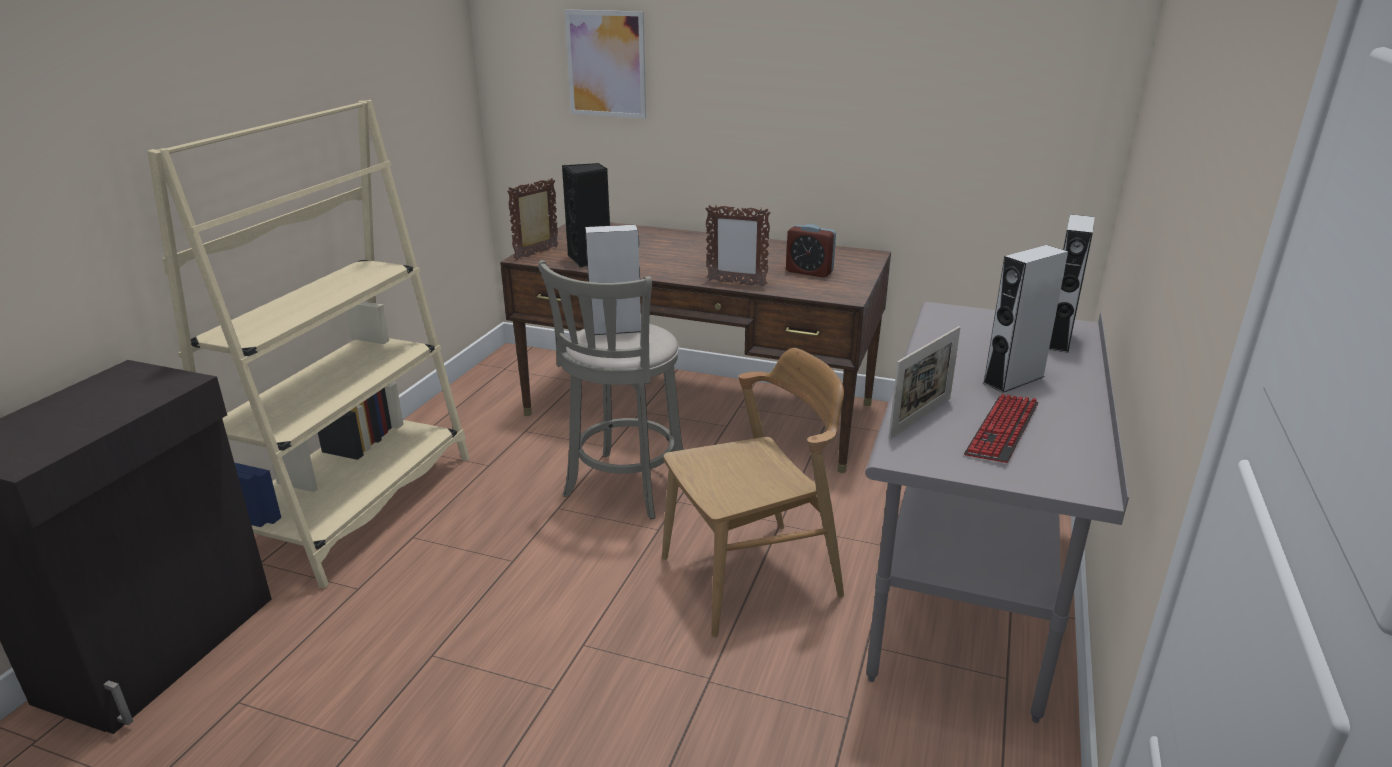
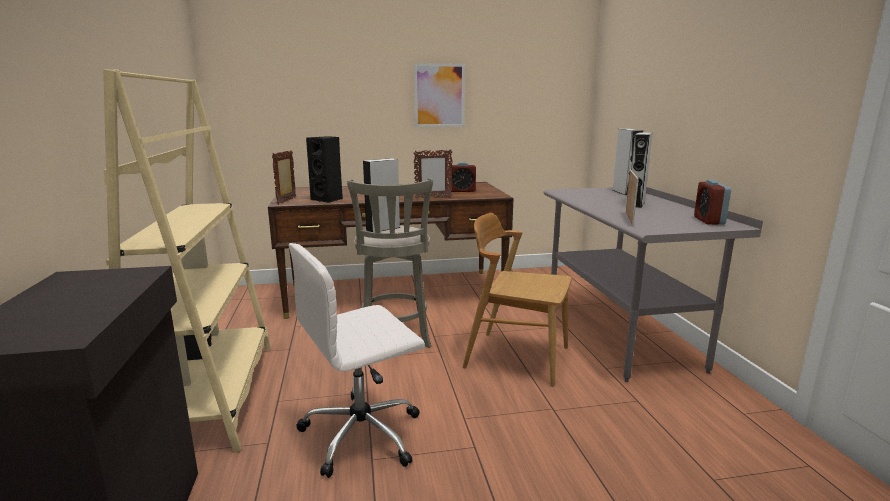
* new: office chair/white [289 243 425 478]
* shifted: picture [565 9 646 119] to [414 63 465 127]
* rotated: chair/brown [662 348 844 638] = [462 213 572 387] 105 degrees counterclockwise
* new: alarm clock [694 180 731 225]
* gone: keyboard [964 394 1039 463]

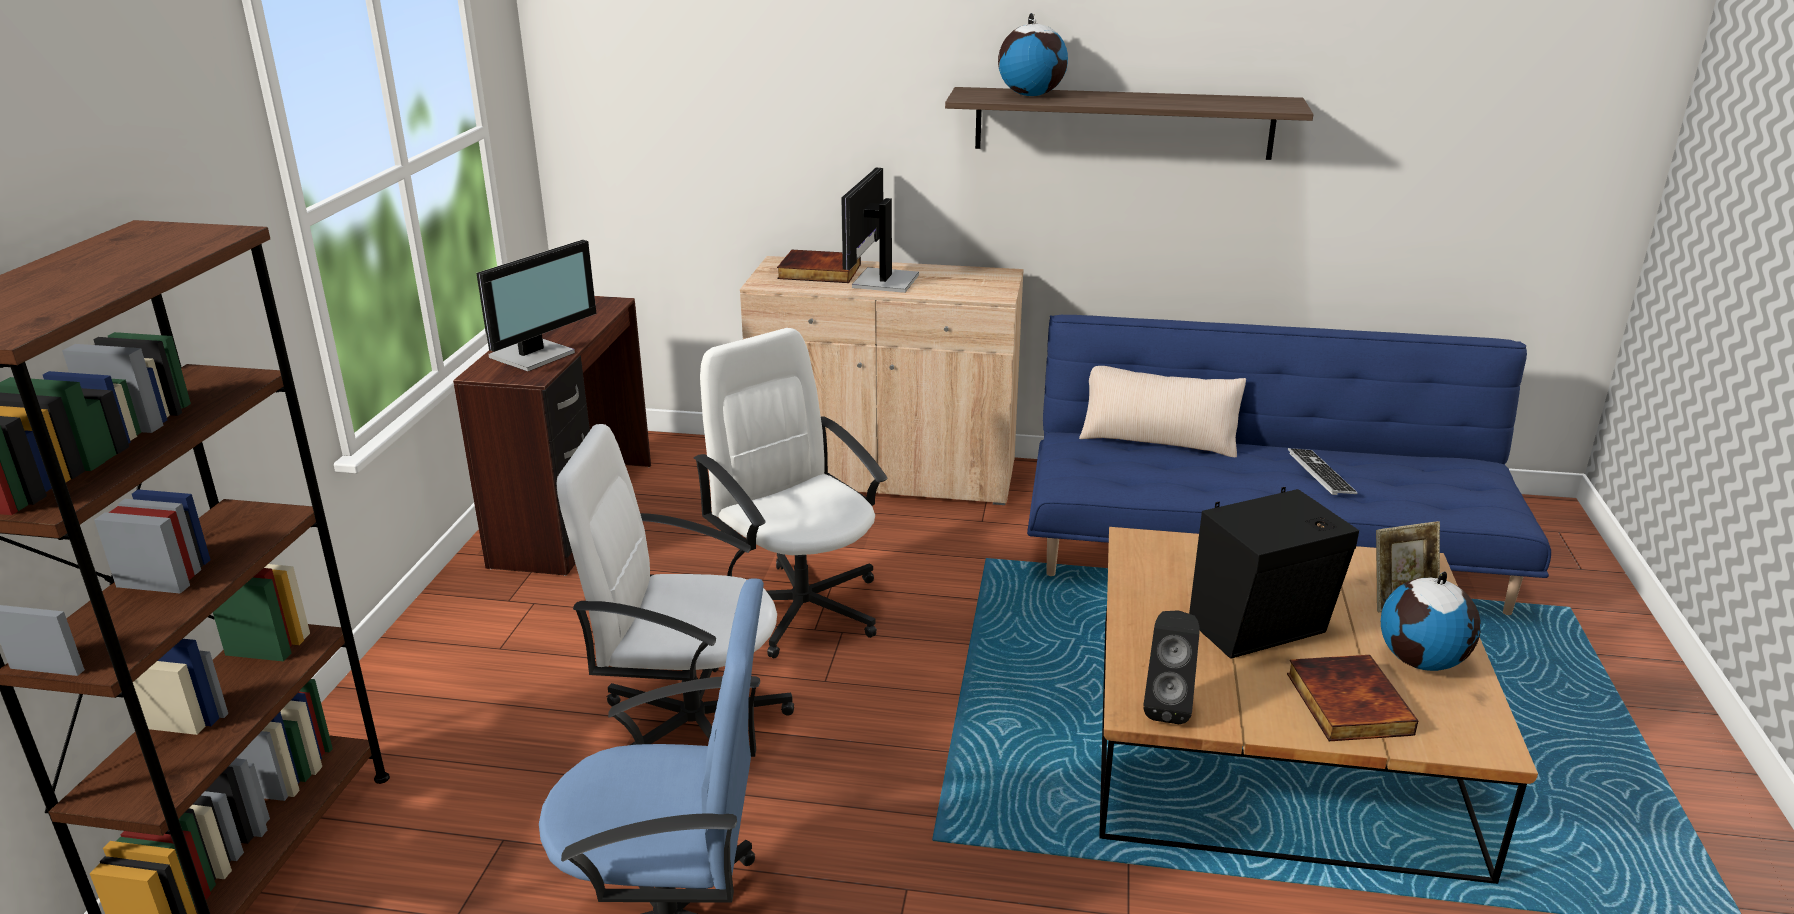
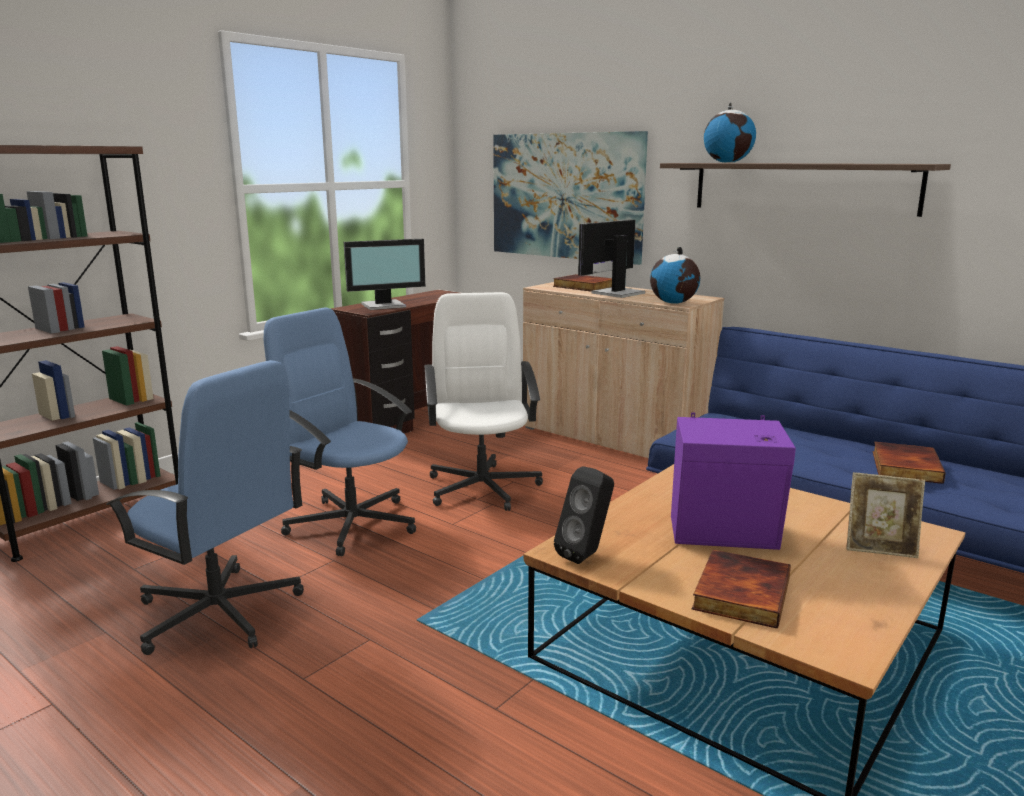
* repainted: office chair/white [556 424 794 745] to office chair/blue [264 307 416 556]
* new: picture [493 131 648 265]
* shifted: globe [1381 571 1481 671] to [650 247 700 304]
* repainted: speaker/black [1189 487 1359 659] to speaker/purple [671 413 796 550]
* swapped: keyboard [1288 448 1358 495] to book [873 442 946 484]
* gone: pillow/beige [1079 366 1246 457]

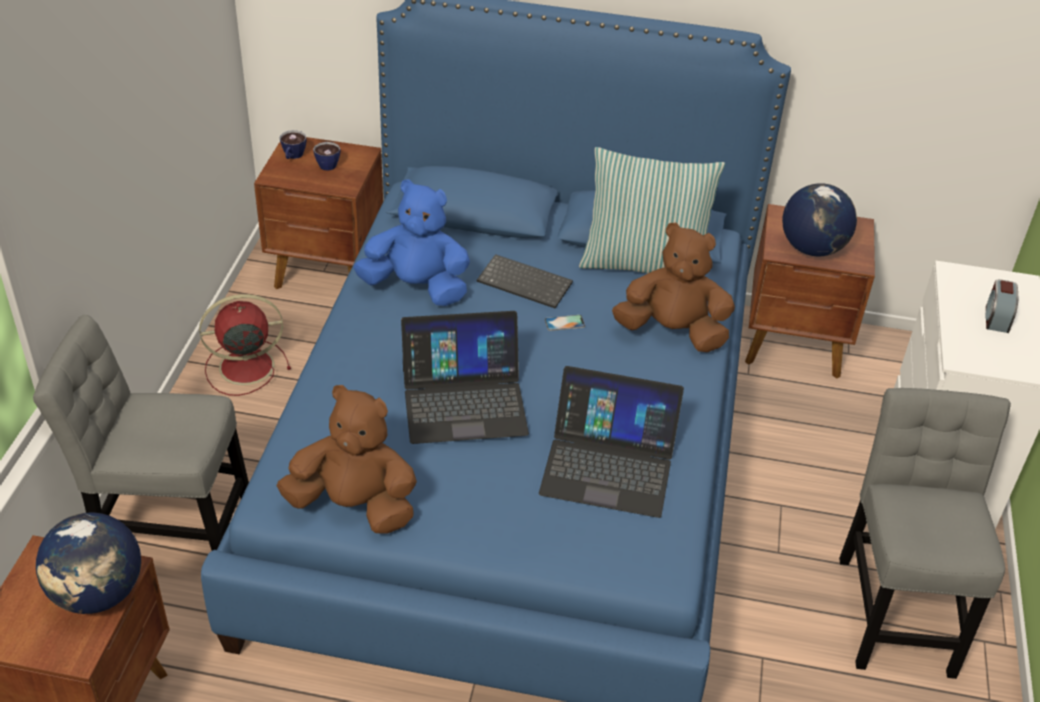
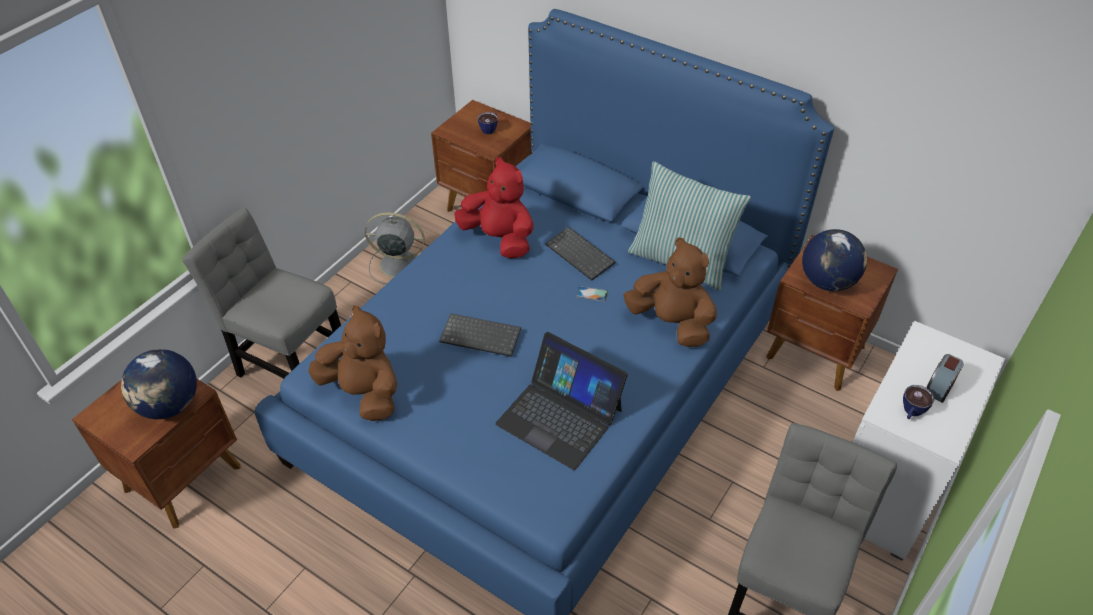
* repainted: fan/red [199 294 291 396] to fan/grey [365 212 425 284]
* swapped: laptop [401 311 529 444] to keyboard [439 313 521 357]
* repainted: plush toy/blue [353 179 470 306] to plush toy/red [454 157 534 259]
* shifted: cup [279 130 306 159] to [903 385 935 419]

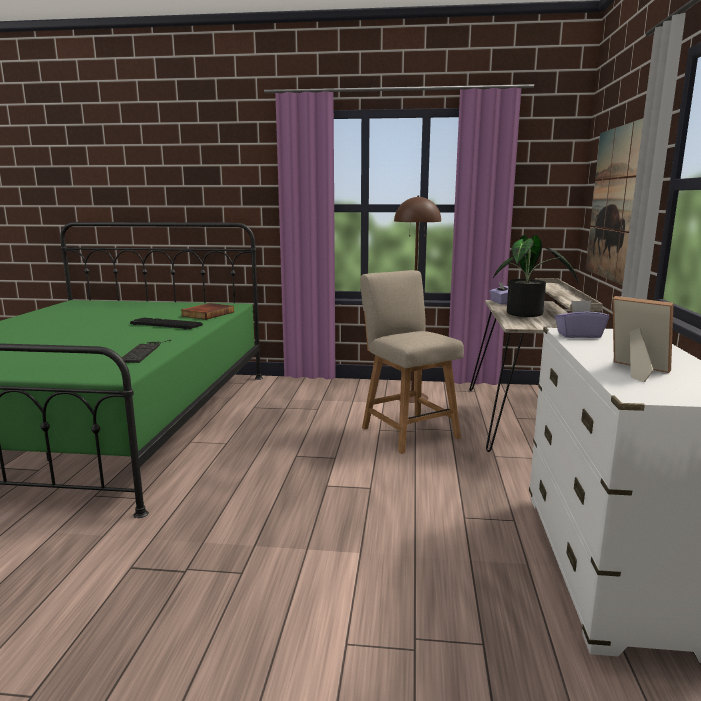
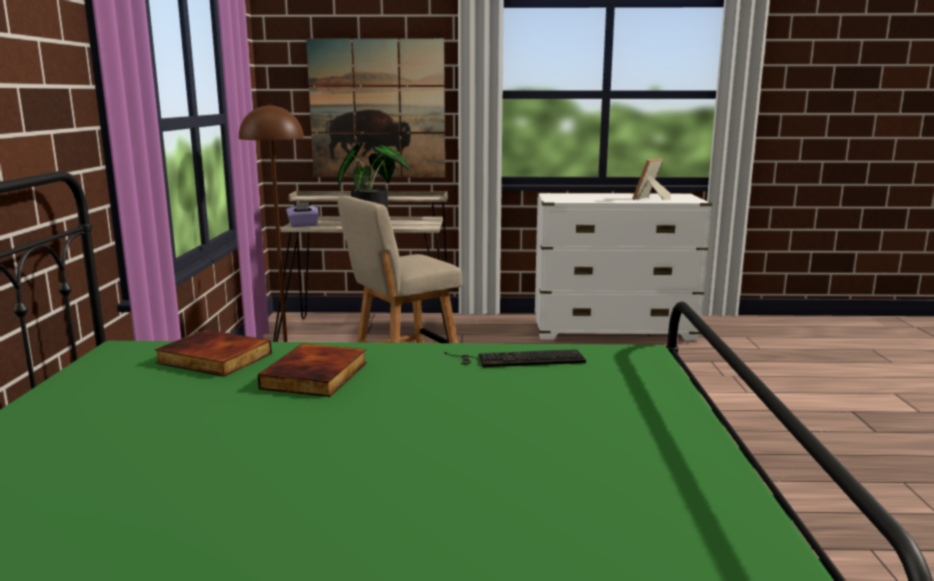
* swapped: keyboard [130 318 203 330] to book [258 344 367 397]
* gone: tissue box/purple [555 300 609 338]

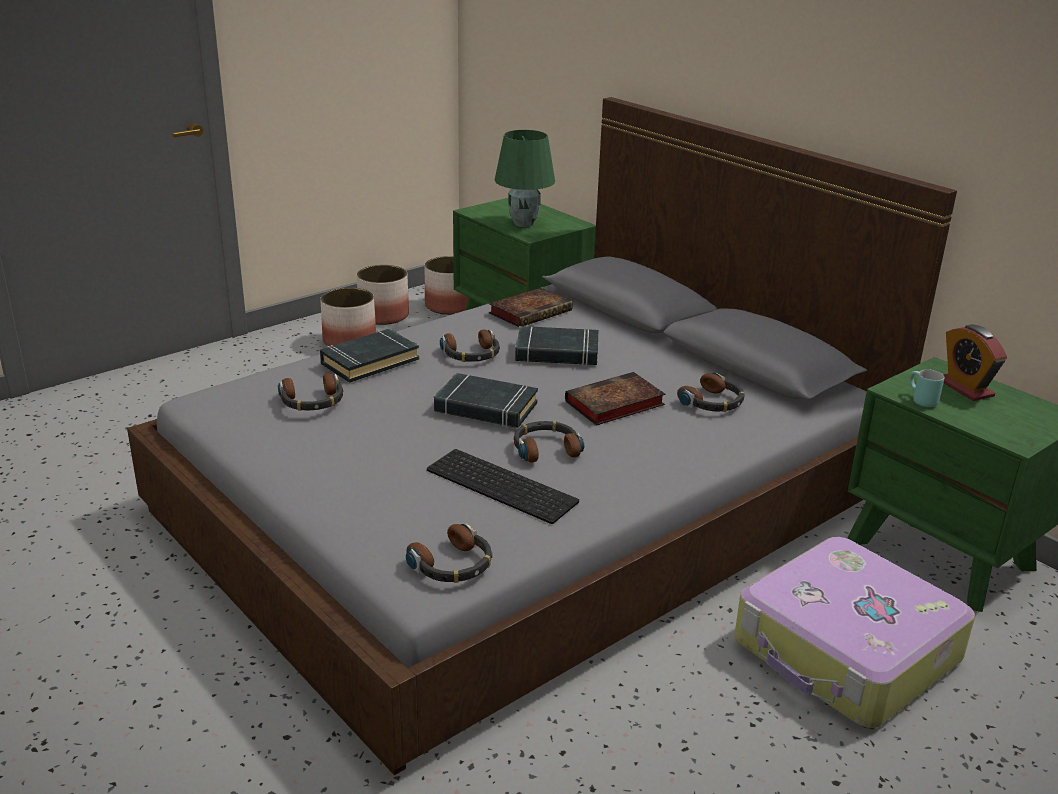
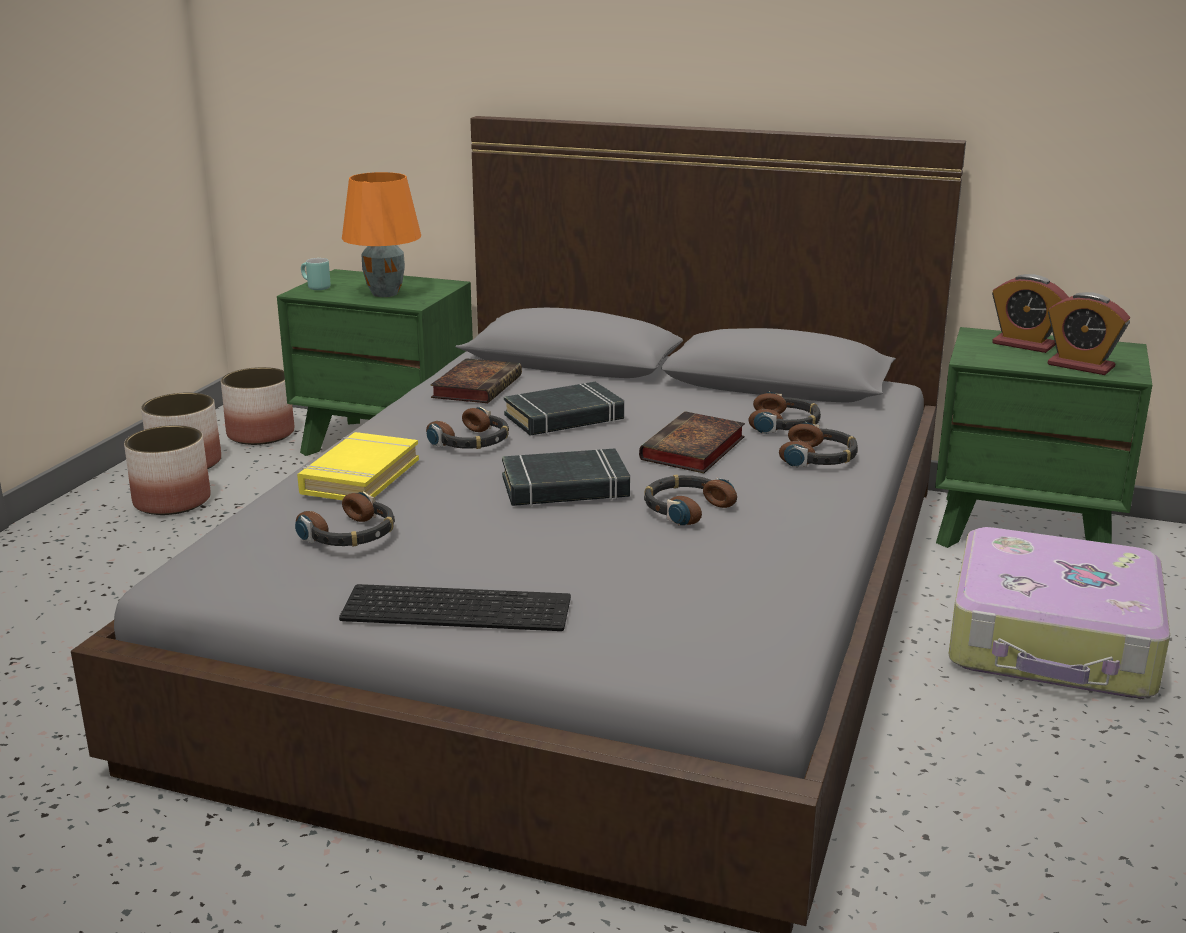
* repainted: book/black [320 329 419 383] to book/yellow [297 432 419 500]
* shifted: mug/turquoise [909 369 944 407] to [301 258 331 290]
* shifted: keyboard [427 449 579 524] to [339 584 571 631]
* repainted: table lamp/green [495 130 555 227] to table lamp/orange [342 172 421 297]
* shifted: headphones [406 524 492 583] to [779 422 858 467]
* new: alarm clock [1048 292 1130 375]

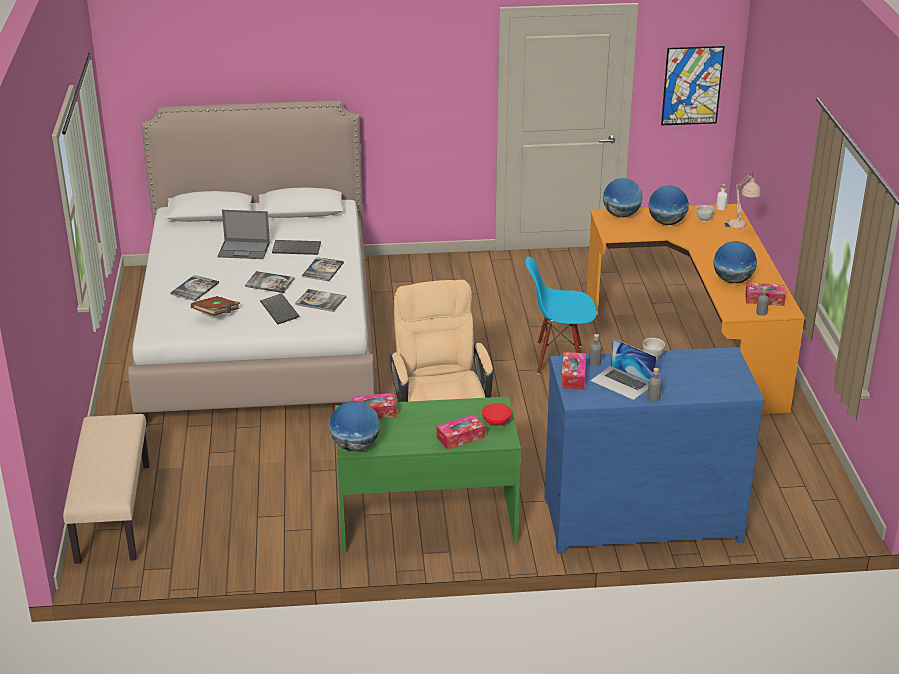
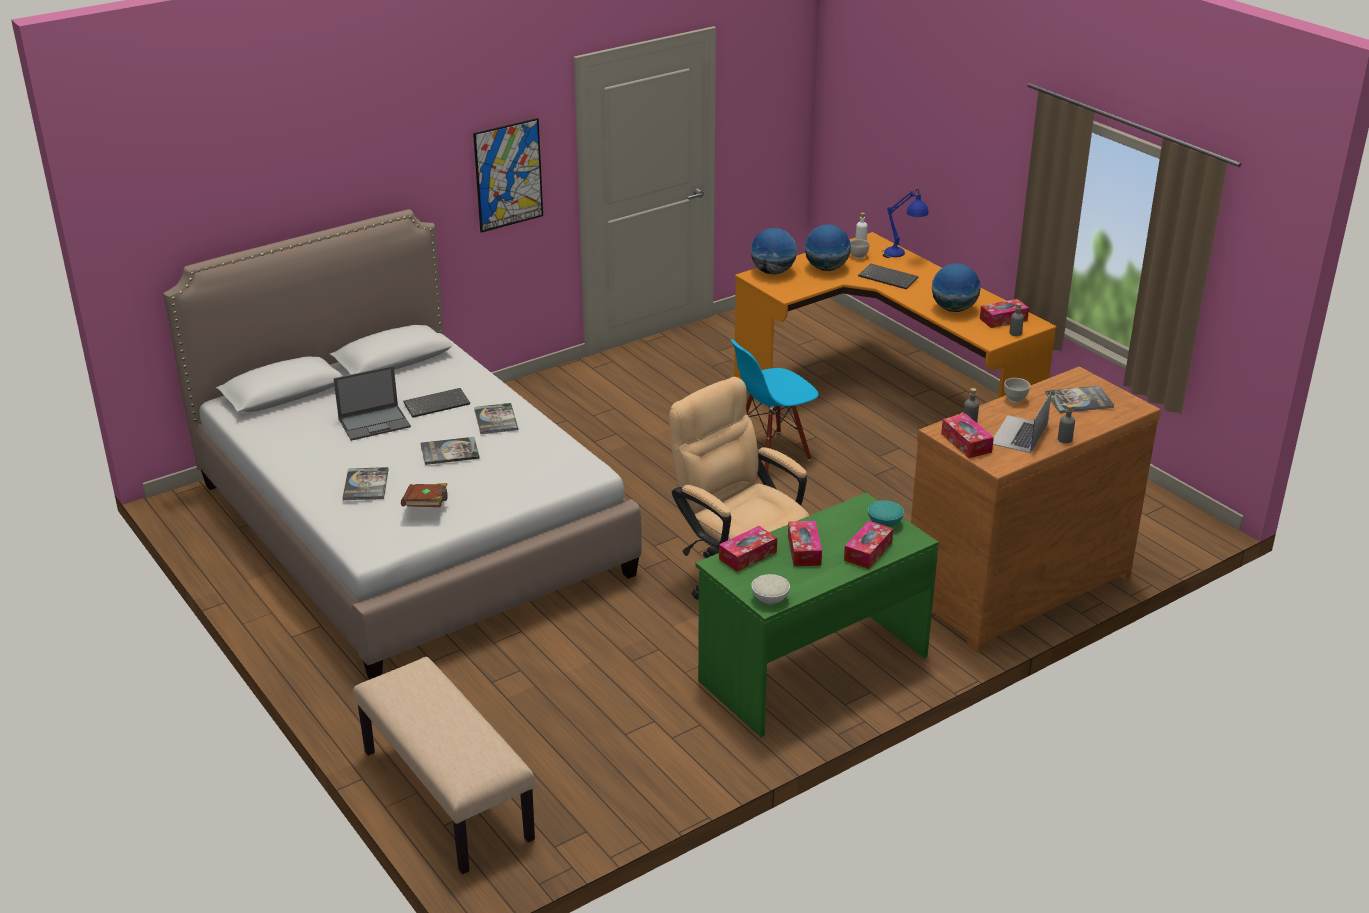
* shifted: picture [661 46 725 125] to [473 118 543 233]
* swapped: globe [330 401 380 451] to bowl/white [751 574 790 604]
* new: tissue box [788 521 822 566]
* shifted: keyboard [260 293 300 324] to [858 263 918 290]
* repainted: bowl/red [482 403 512 426] to bowl/turquoise [868 500 904 527]
* repainted: table lamp/beige [725 173 761 229] to table lamp/blue [882 189 929 258]
* repainted: dresser/blue [544 347 764 554] to dresser/brown [911 366 1161 653]
* rotated: laptop [590 339 657 400] = [993 391 1052 453] 105 degrees clockwise
* shifted: book [295 289 346 312] to [1046 386 1114 413]

